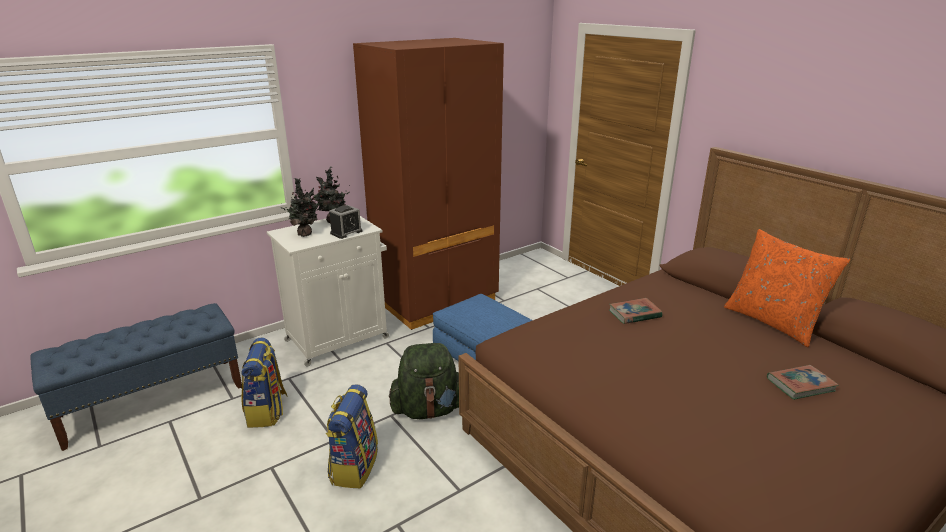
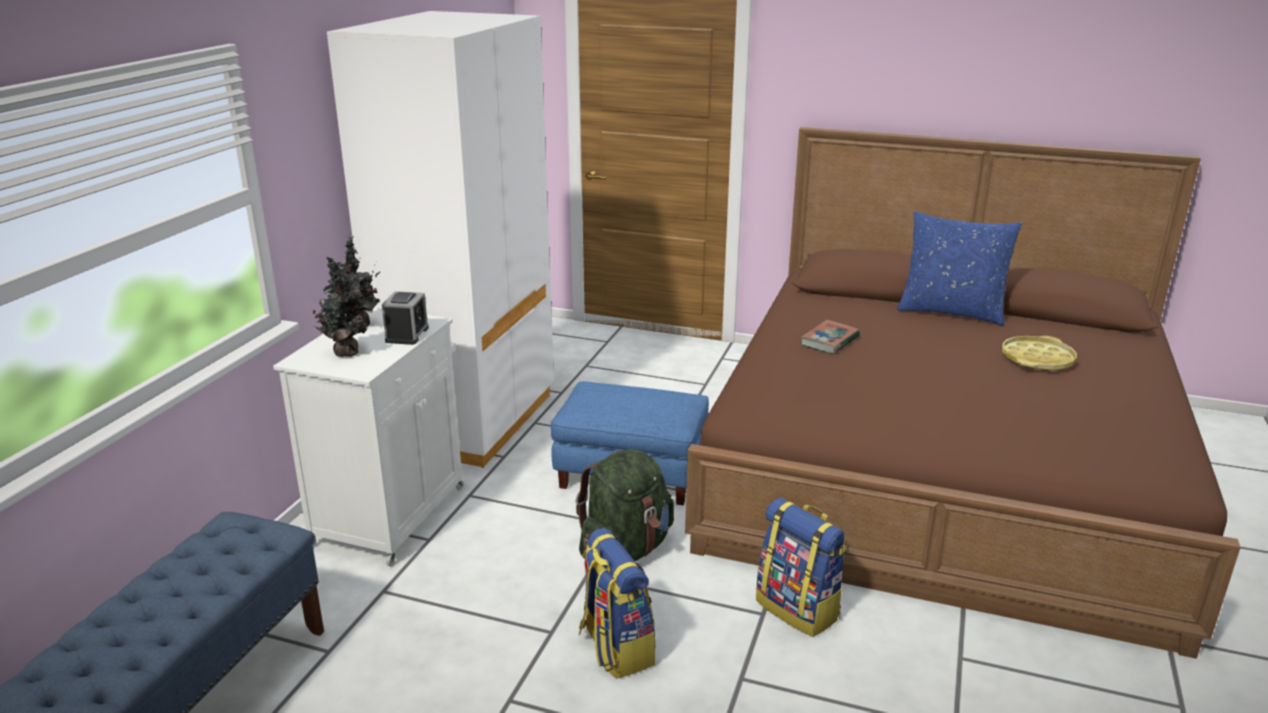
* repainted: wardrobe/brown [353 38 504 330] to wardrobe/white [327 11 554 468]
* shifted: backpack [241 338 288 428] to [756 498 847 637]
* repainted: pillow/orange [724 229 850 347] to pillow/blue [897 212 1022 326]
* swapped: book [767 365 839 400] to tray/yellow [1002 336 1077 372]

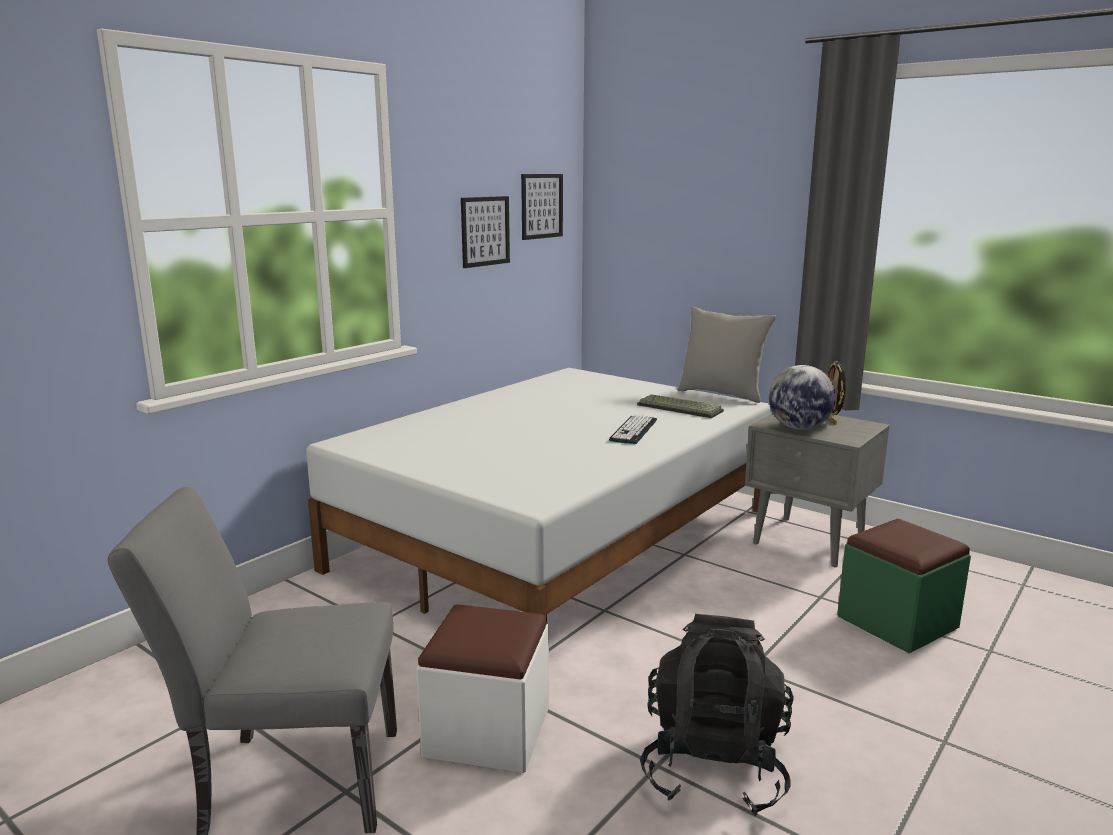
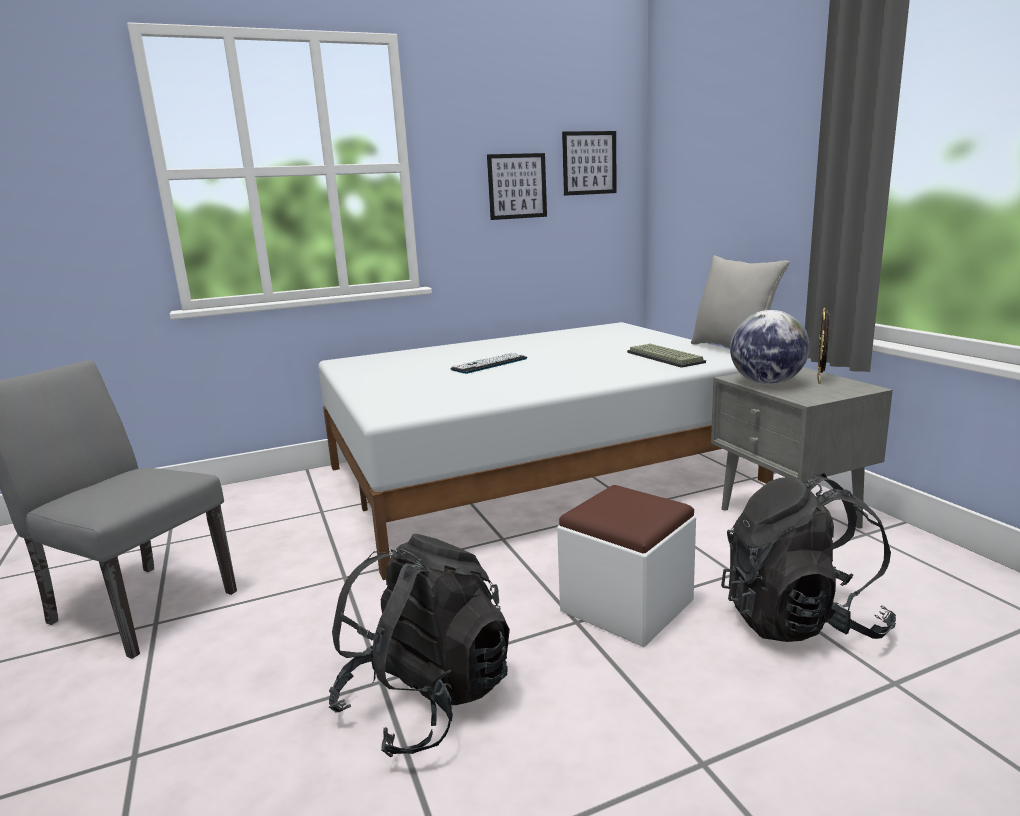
* shifted: keyboard [609 415 657 444] to [450 353 527 374]
* shifted: ottoman/white [416 604 549 773] to [557 485 696 647]
* swapped: ottoman/green [837 519 971 653] to backpack/black [721 473 896 642]

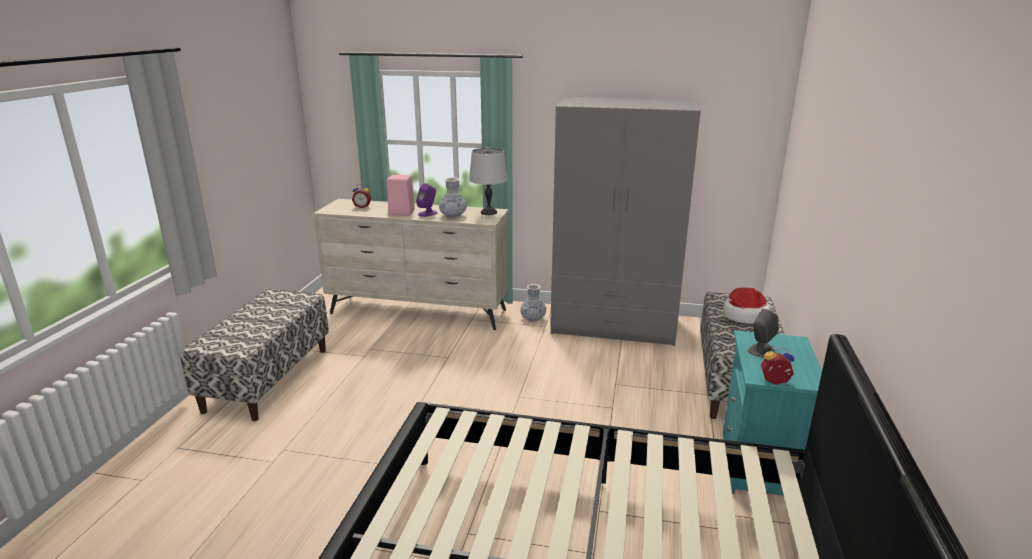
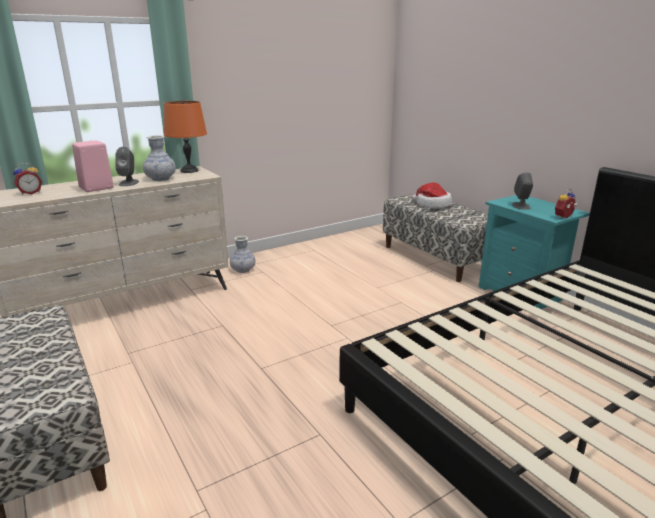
* repainted: speaker/purple [416 183 437 217] to speaker/grey [115 147 139 186]
* repainted: table lamp/grey [469 148 508 215] to table lamp/orange [164 101 207 173]
* gone: wardrobe/grey [550 97 701 346]

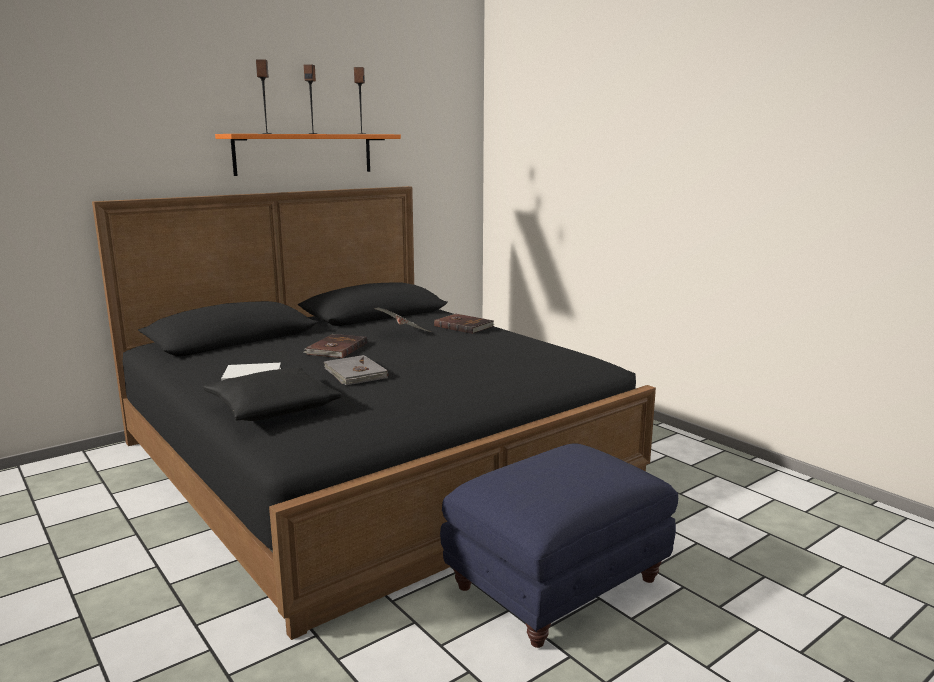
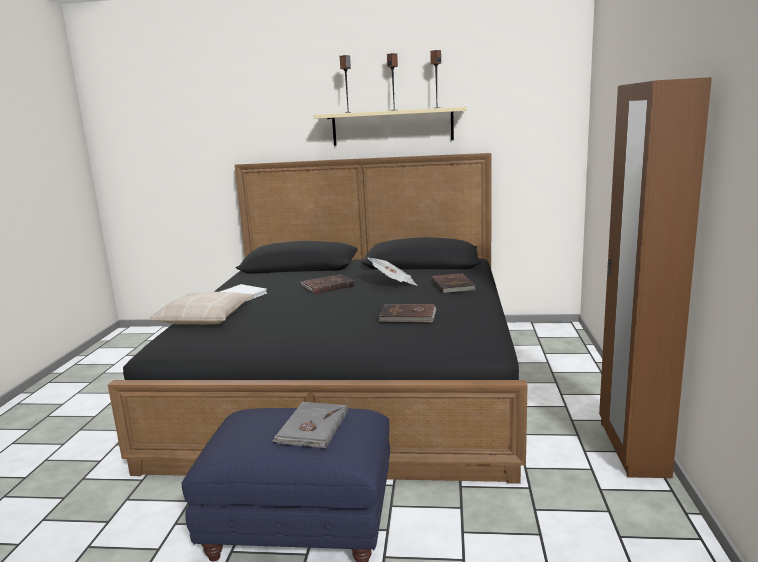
* repainted: pillow/black [203 367 342 421] to pillow/beige [150 292 254 324]
* shifted: book/grey [324 355 388 385] to [273 402 348 448]
* repainted: shelf/orange [215 134 401 176] to shelf/beige [314 107 466 146]
* new: book/brown [378 304 436 323]
* new: wardrobe/brown [599 77 712 478]

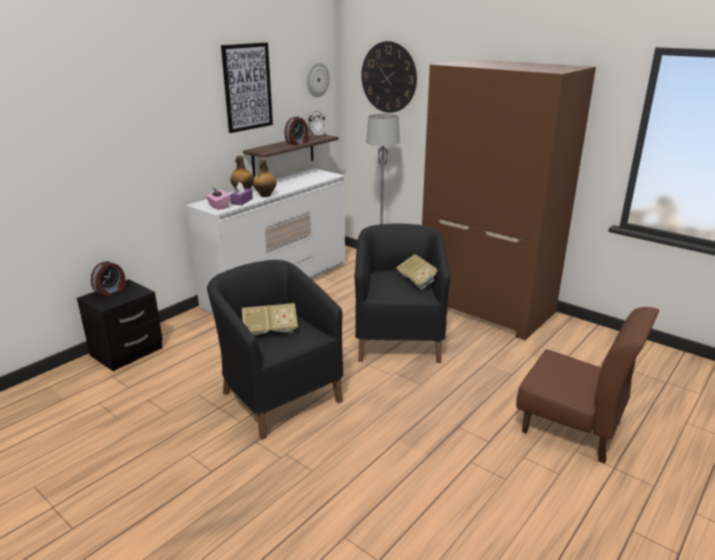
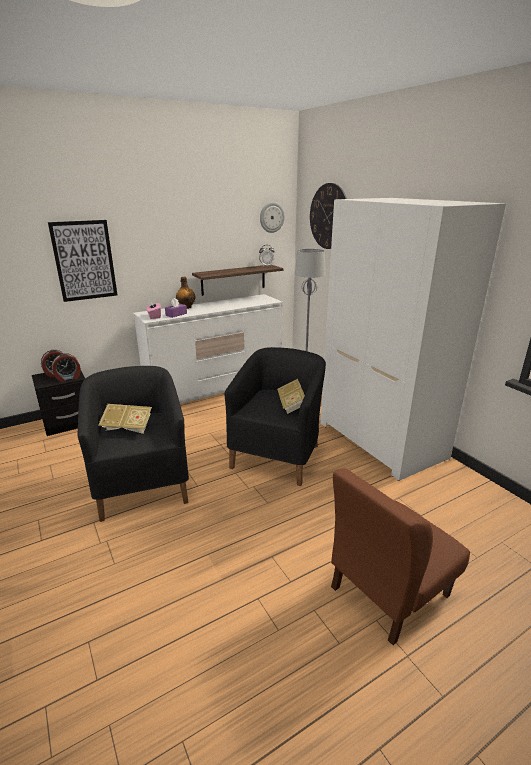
* shifted: picture [221 42 273 133] to [48 220 117 302]
* shifted: alarm clock [285 116 309 145] to [52 353 81 382]
* repainted: wardrobe/brown [422 59 596 340] to wardrobe/white [320 198 506 481]
* rotated: chair/brown [516 307 659 463] = [331 468 470 645] 90 degrees clockwise
* gone: bottle [253 159 276 197]

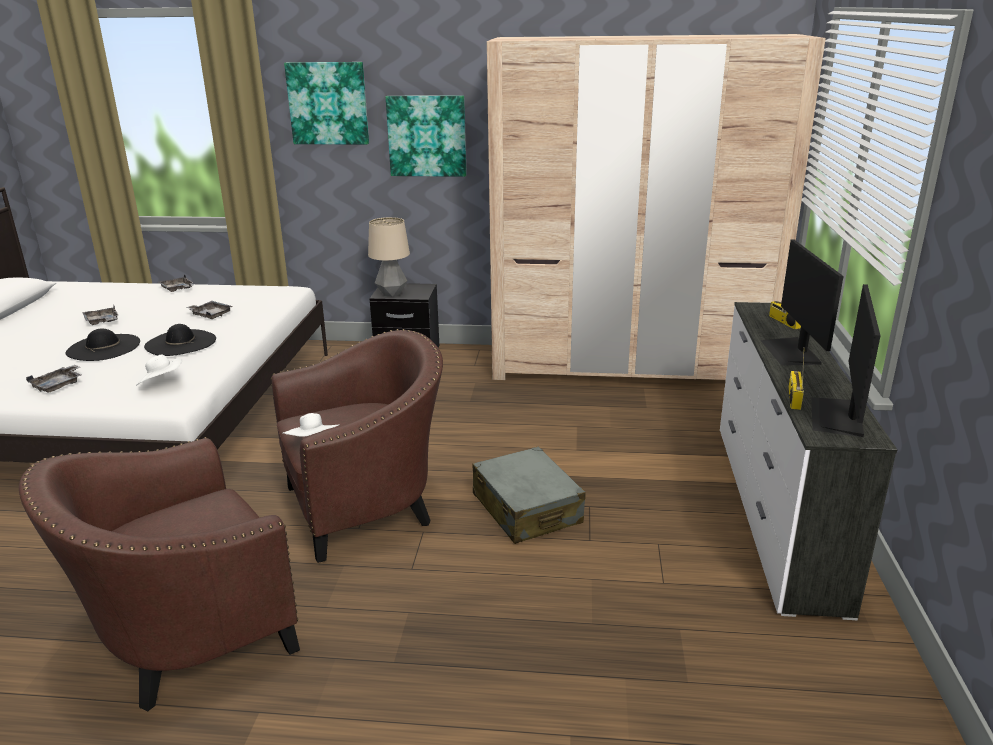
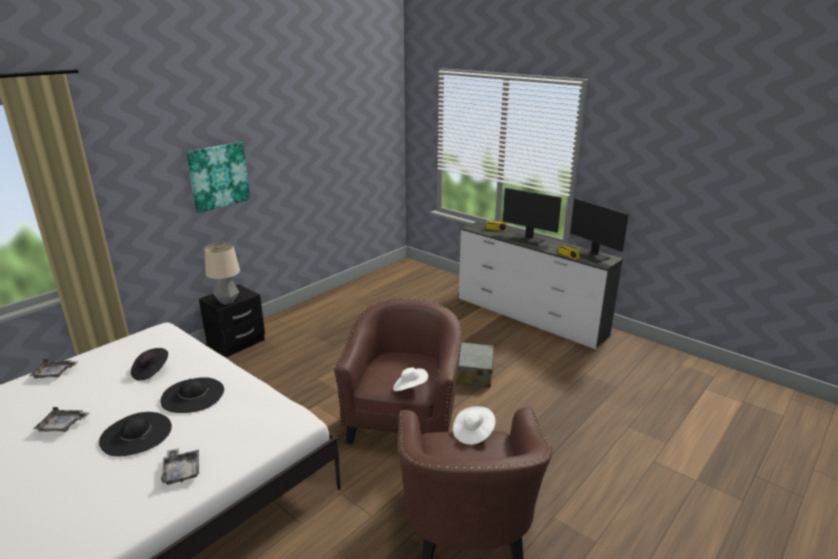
* swapped: tray/grey [186 301 233 319] to hat/black [131 348 168 381]
* shifted: hat/white [136 355 182 386] to [453 406 495 445]
* gone: picture [284 62 369 145]
* gone: wardrobe/beige [487 34 826 380]

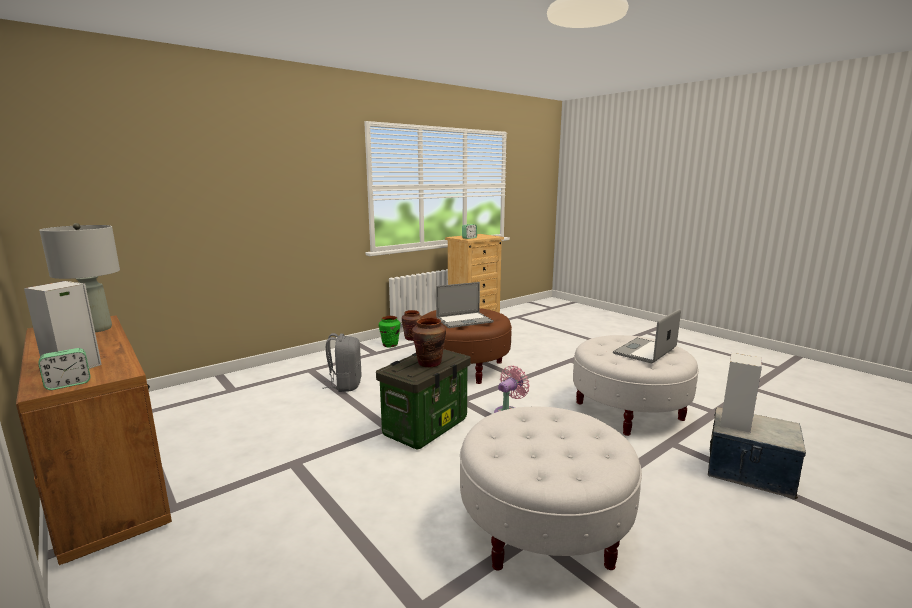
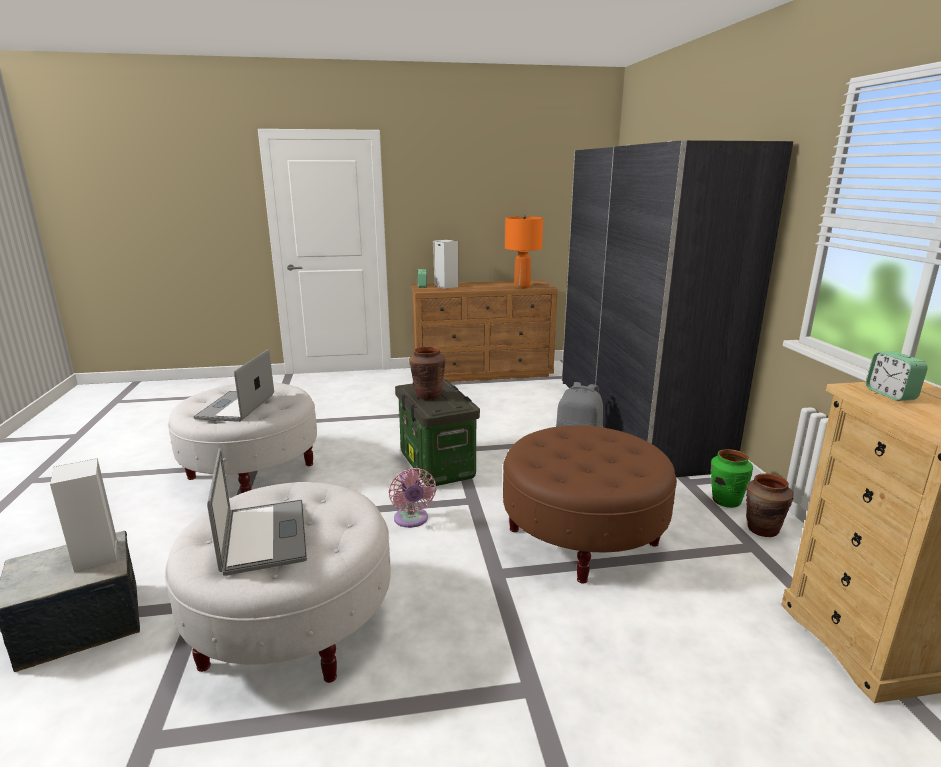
* shifted: laptop [436 282 494 328] to [193 349 274 422]
* repainted: table lamp/grey [39 223 120 332] to table lamp/orange [505 215 543 288]
* new: wardrobe/grey [562 140 793 477]

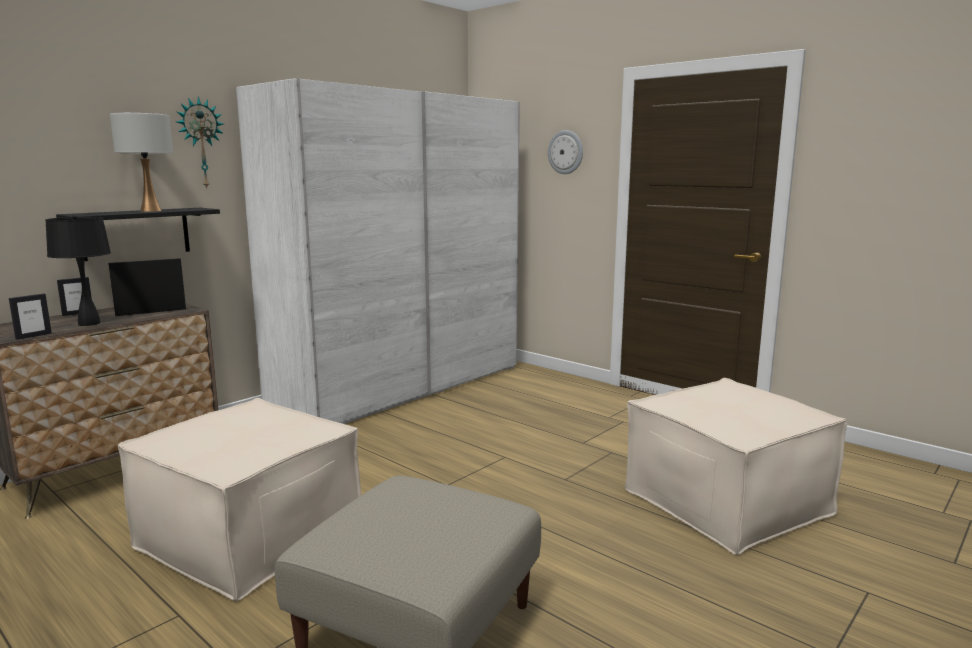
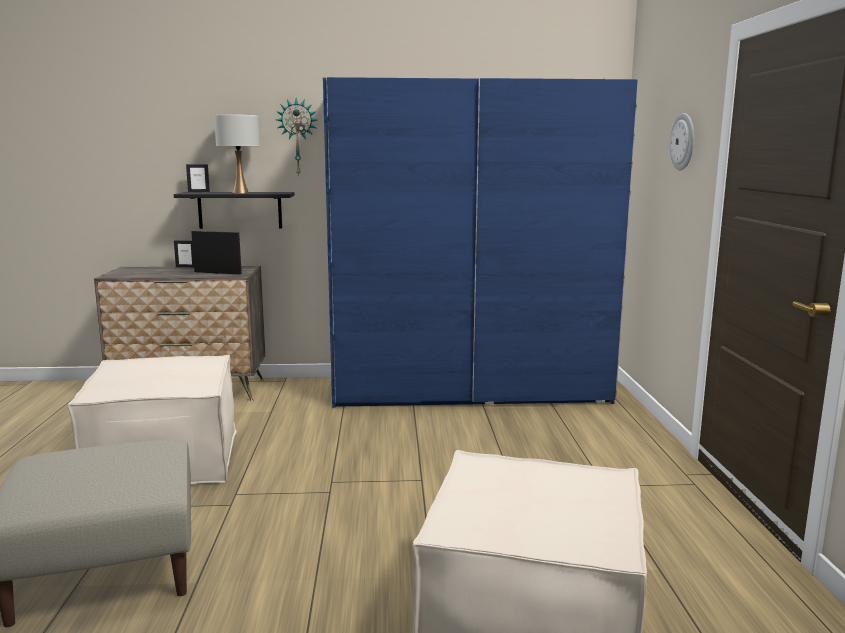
* shifted: picture frame [9 294 52 340] to [186 164 210 192]
* repainted: wardrobe/white [236 79 520 424] to wardrobe/blue [323 77 639 408]
* gone: table lamp/black [45 216 111 326]

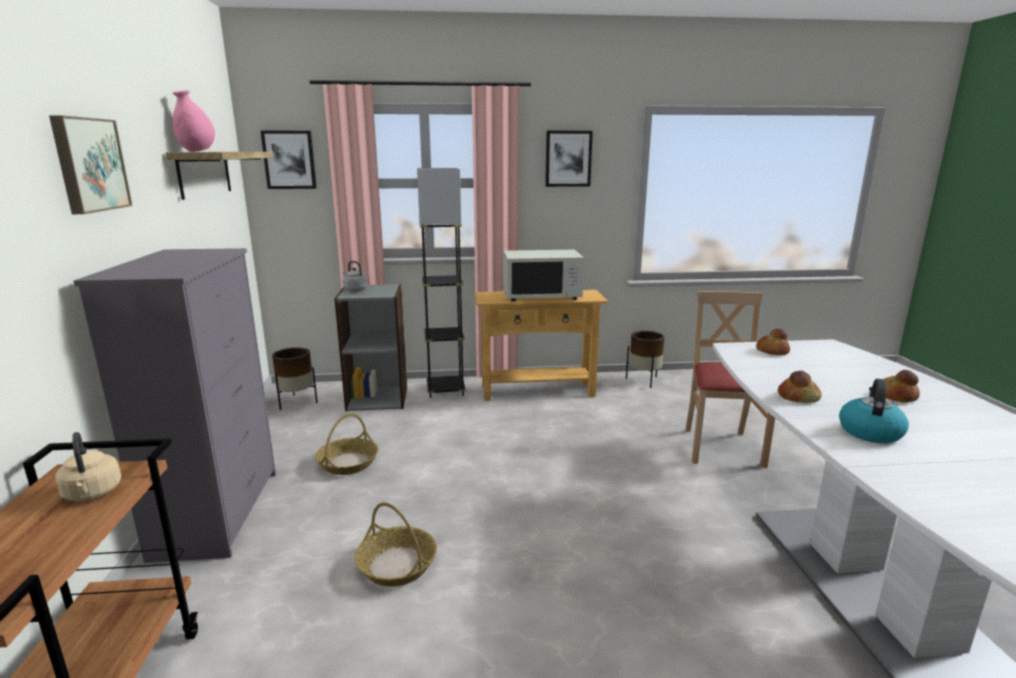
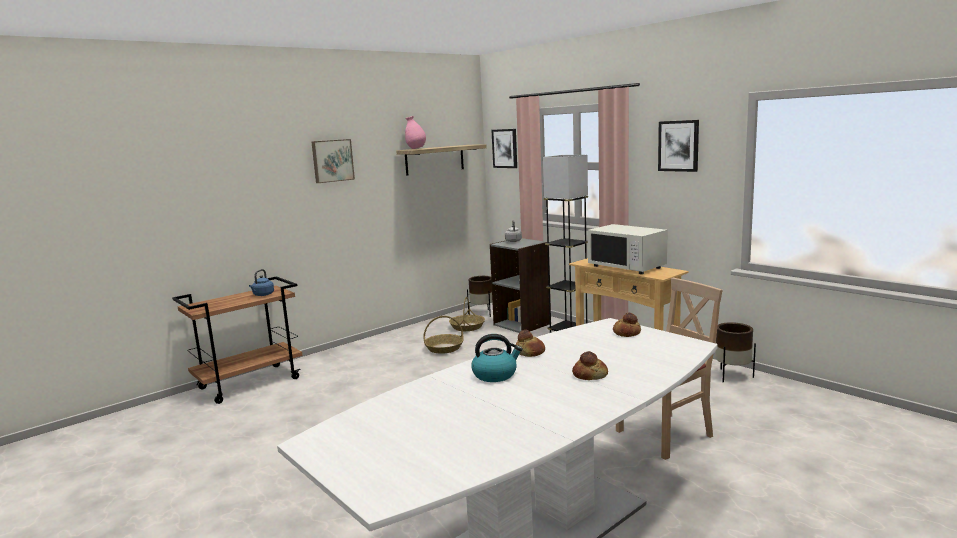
* repainted: kettle/beige [55 432 121 501] to kettle/blue [249 269 274 296]
* shifted: basket [355 502 437 587] to [449 297 485 331]
* gone: dresser/grey [73 248 276 563]

